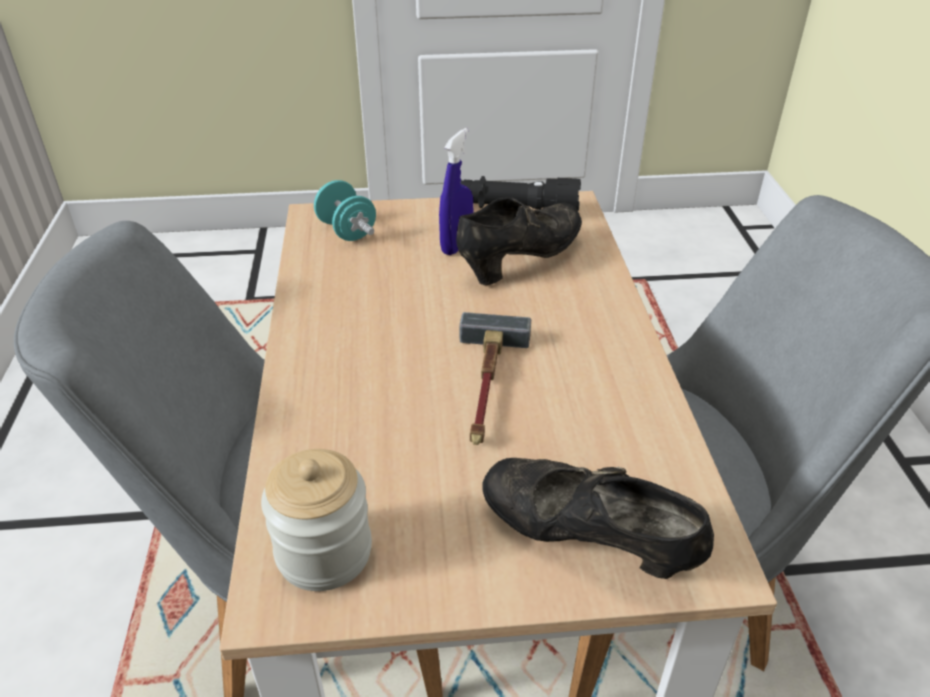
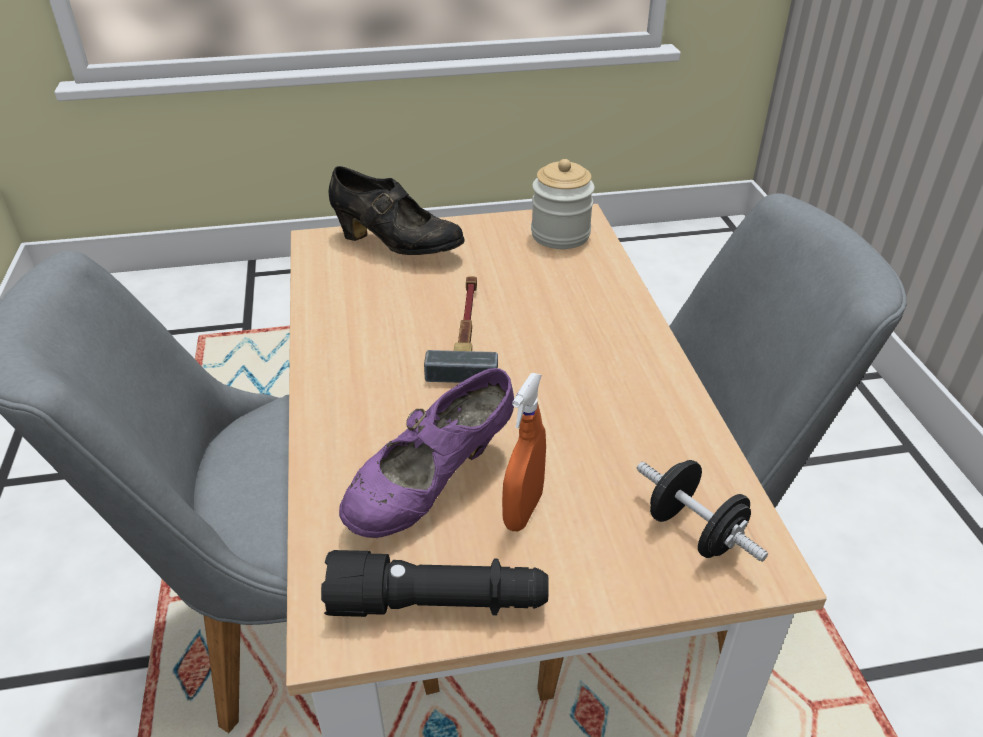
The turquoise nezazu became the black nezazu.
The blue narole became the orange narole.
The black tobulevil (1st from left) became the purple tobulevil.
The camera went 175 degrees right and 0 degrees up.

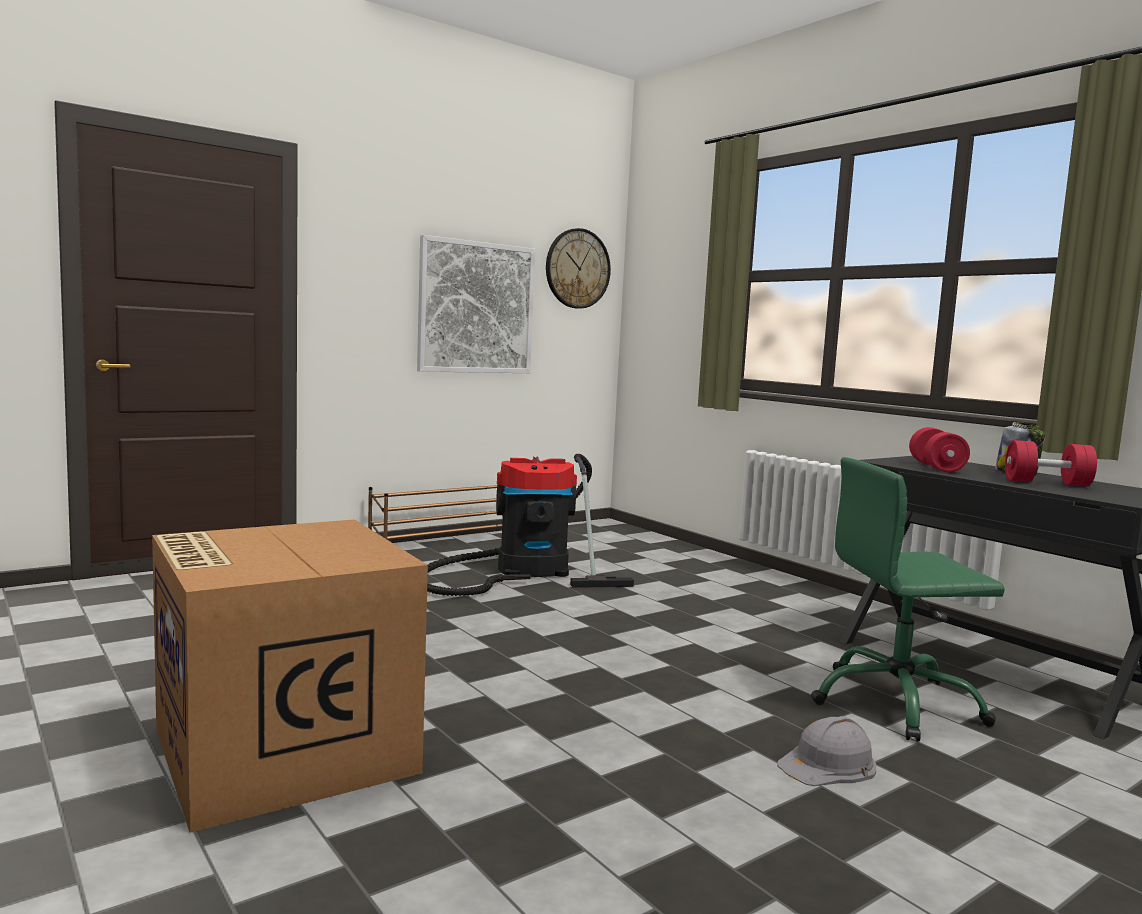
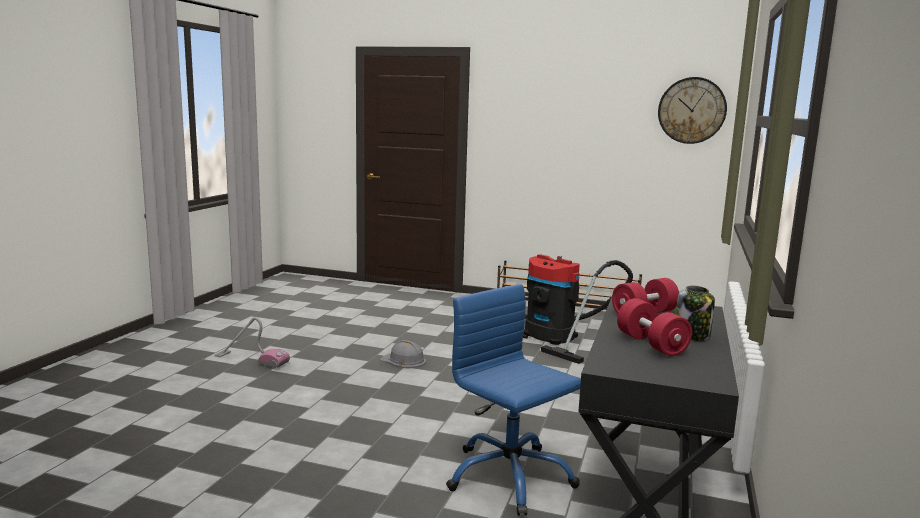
The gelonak disappeared.
The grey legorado moved.
The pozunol was replaced by the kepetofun (1st from left).
The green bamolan became the blue bamolan.
The camera went 55 degrees right and 5 degrees up.

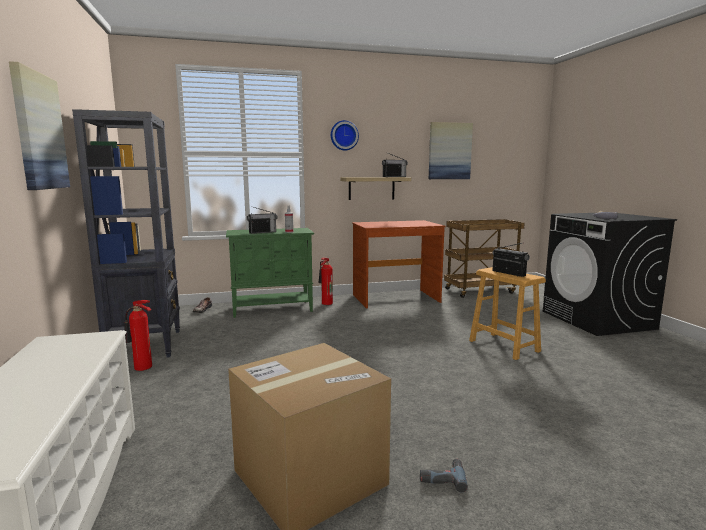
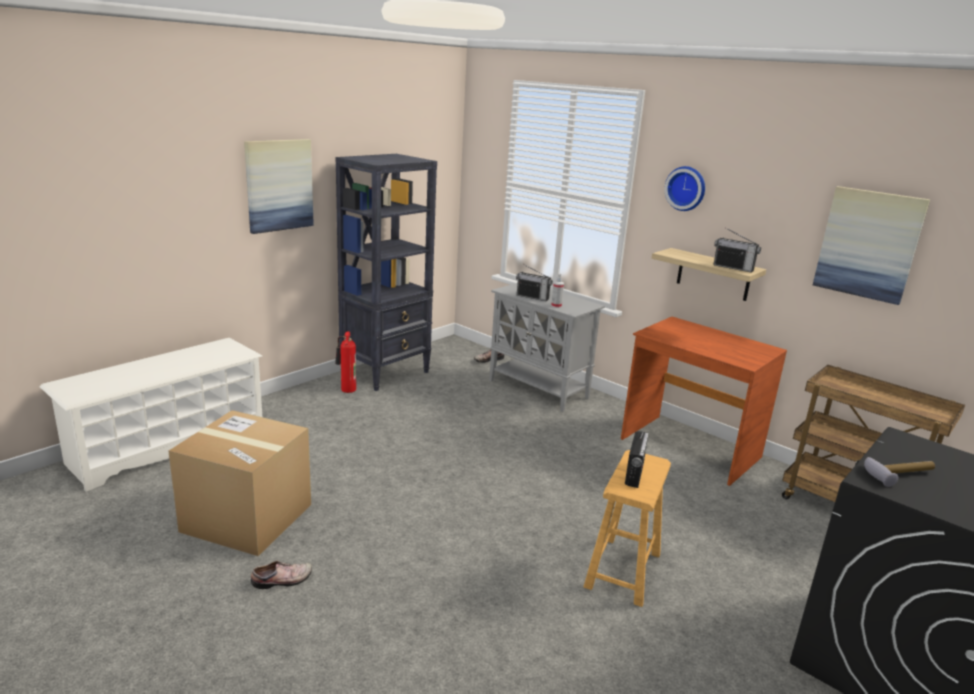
The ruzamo (2nd from left) disappeared.
The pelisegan was replaced by the tobulevil (1st from left).
The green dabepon became the grey dabepon.
The camera went 55 degrees right and 10 degrees up.

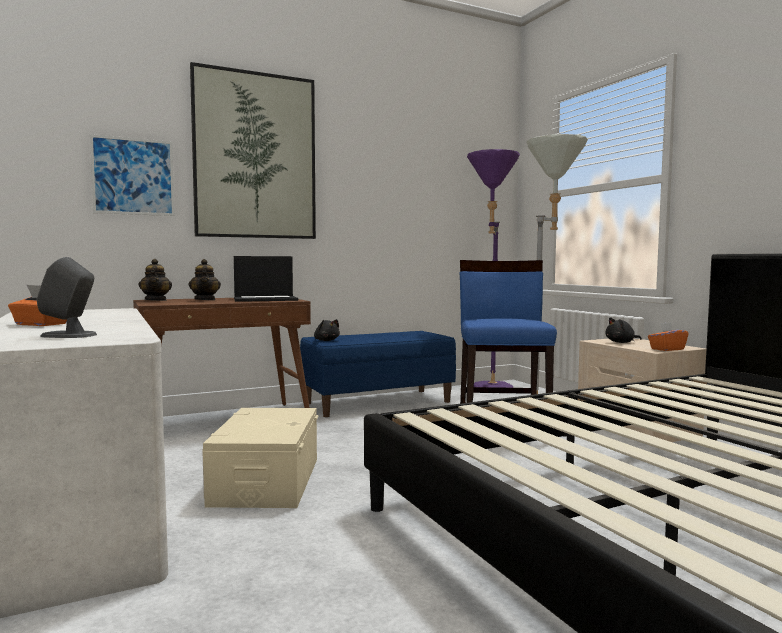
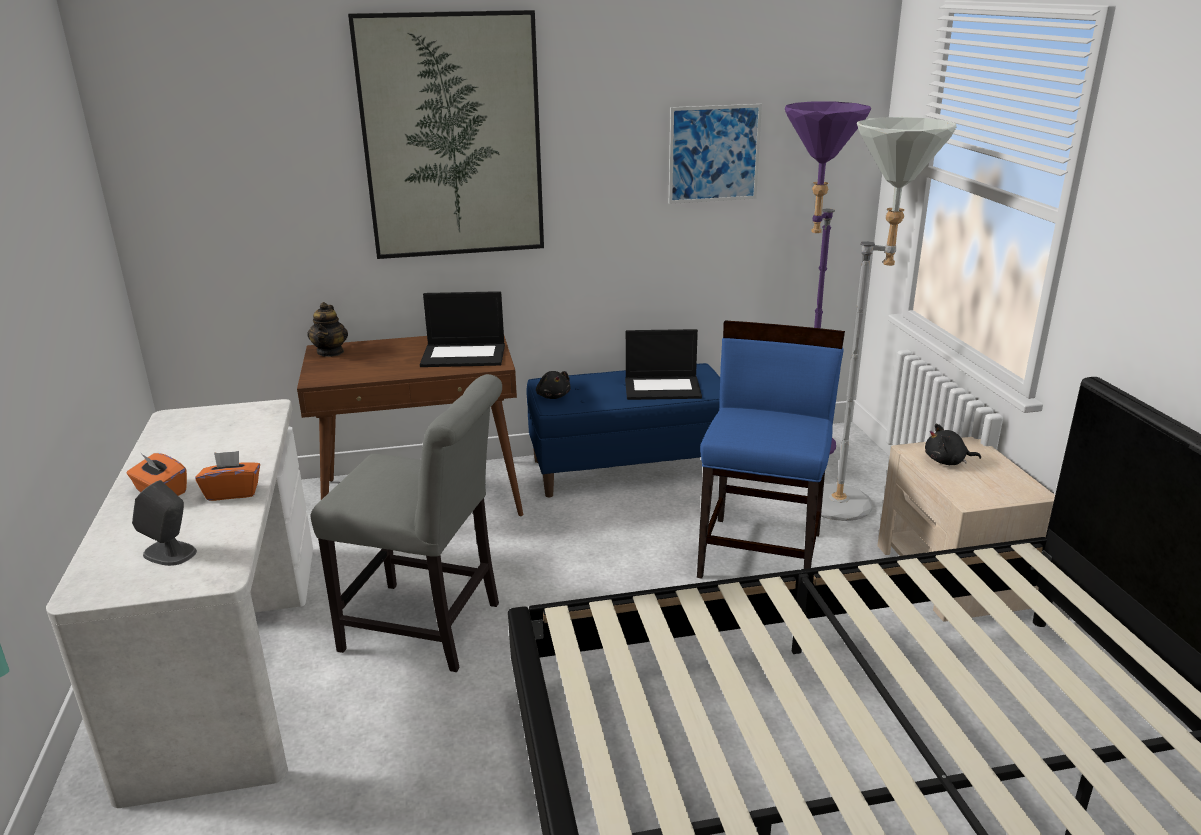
The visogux (2nd from left) disappeared.
The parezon (2nd from left) appeared.
The gelonak (1st from left in the first image) moved.
The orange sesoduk (2nd from left) moved.
The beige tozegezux was replaced by the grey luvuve.
The camera went 15 degrees right and 20 degrees up.

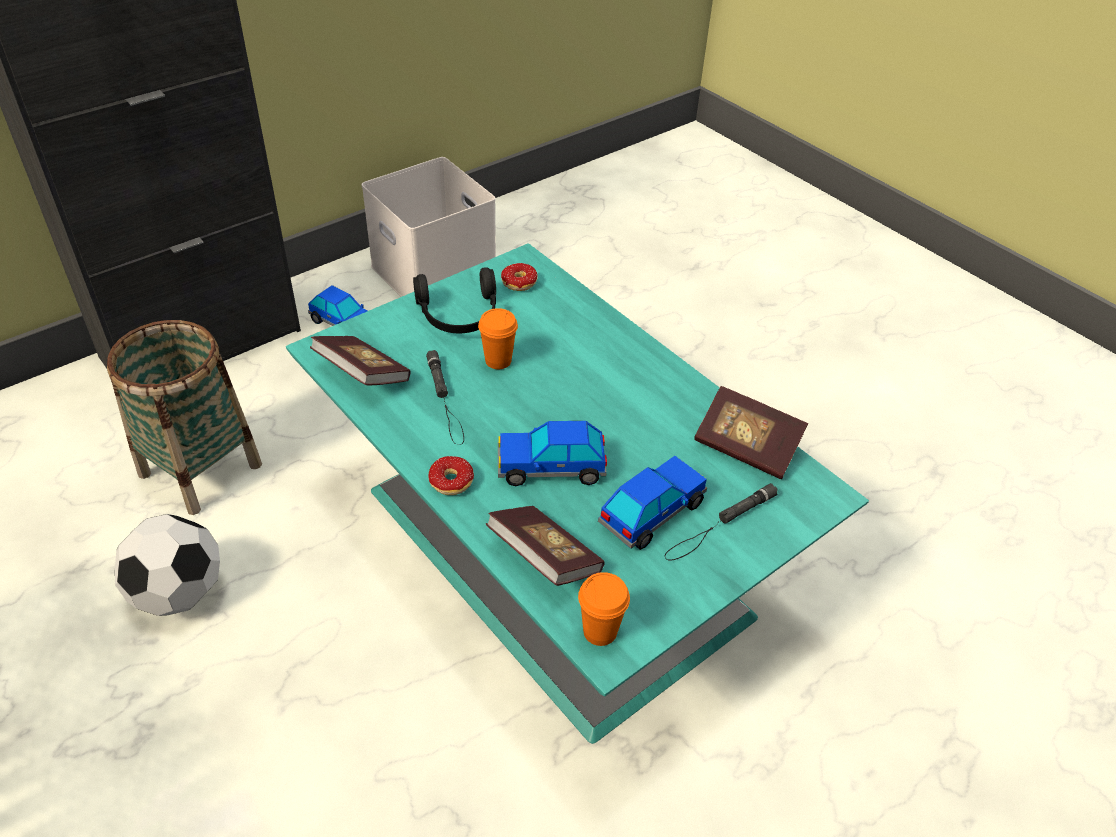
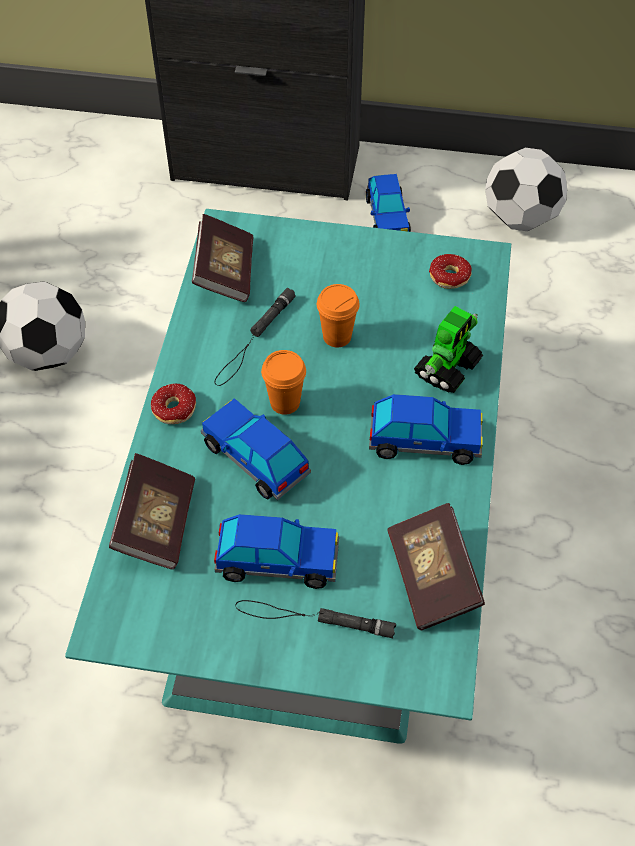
The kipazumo disappeared.
The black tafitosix disappeared.
The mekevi (4th from left) appeared.
The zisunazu appeared.
The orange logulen (2nd from left in the first image) moved.
The white tozegezux was replaced by the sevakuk (2nd from left).
The camera went 50 degrees right and 10 degrees up.

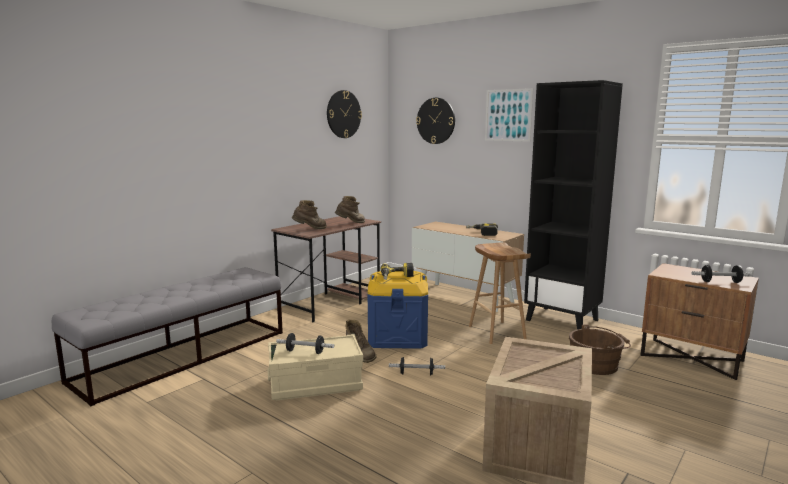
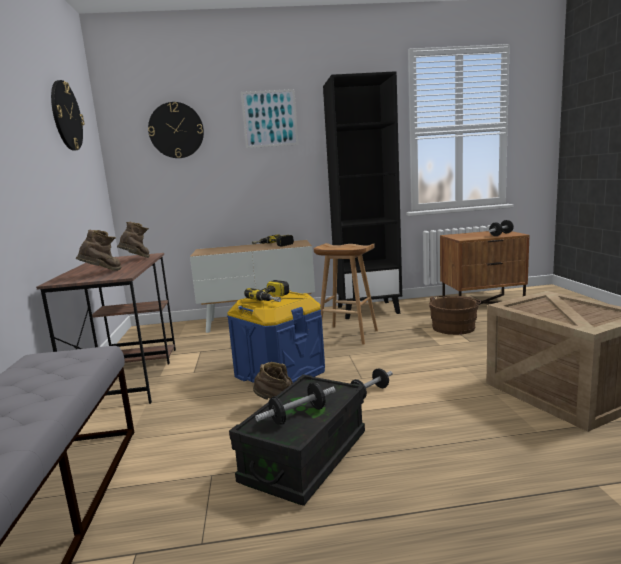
The beige tozegezux became the black tozegezux.
The camera went 45 degrees left and 0 degrees up.

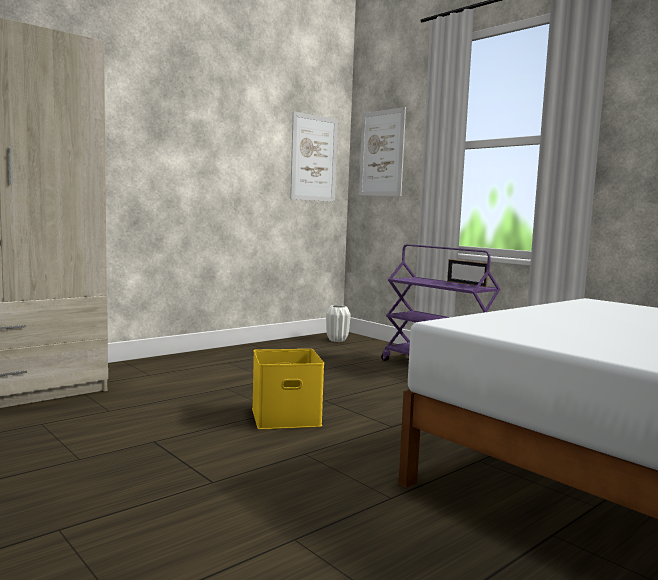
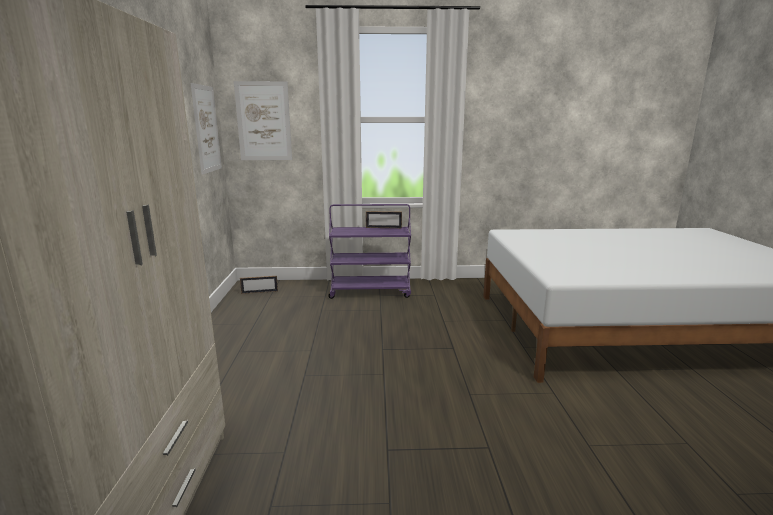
The yellow tozegezux disappeared.
The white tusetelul was replaced by the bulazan (1st from left).
The camera went 50 degrees left and 10 degrees up.

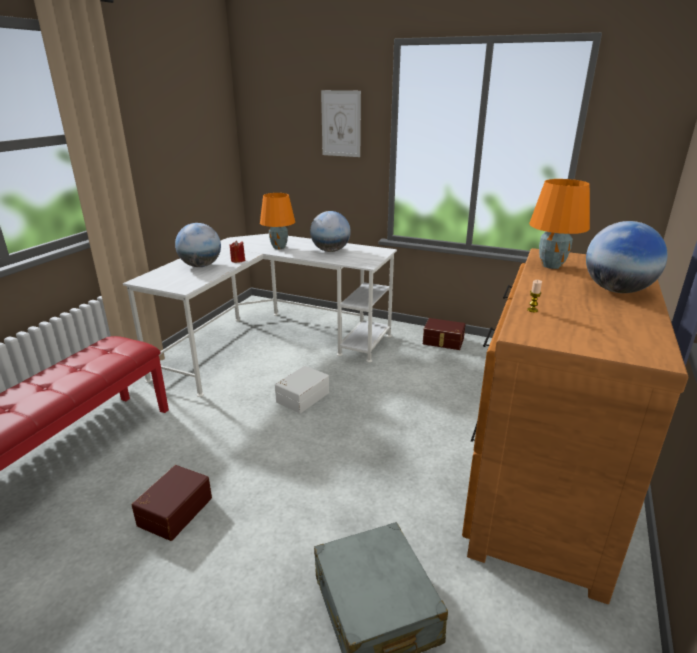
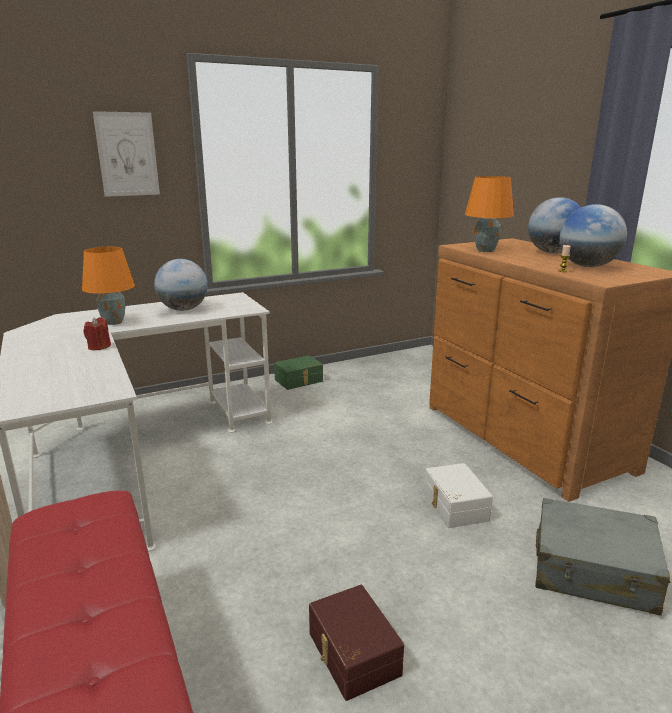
The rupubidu (1st from left in the first image) moved.
The white tozegezux moved.
The brown tozegezux (2nd from left) became the green tozegezux.
The camera went 50 degrees left and 5 degrees down.

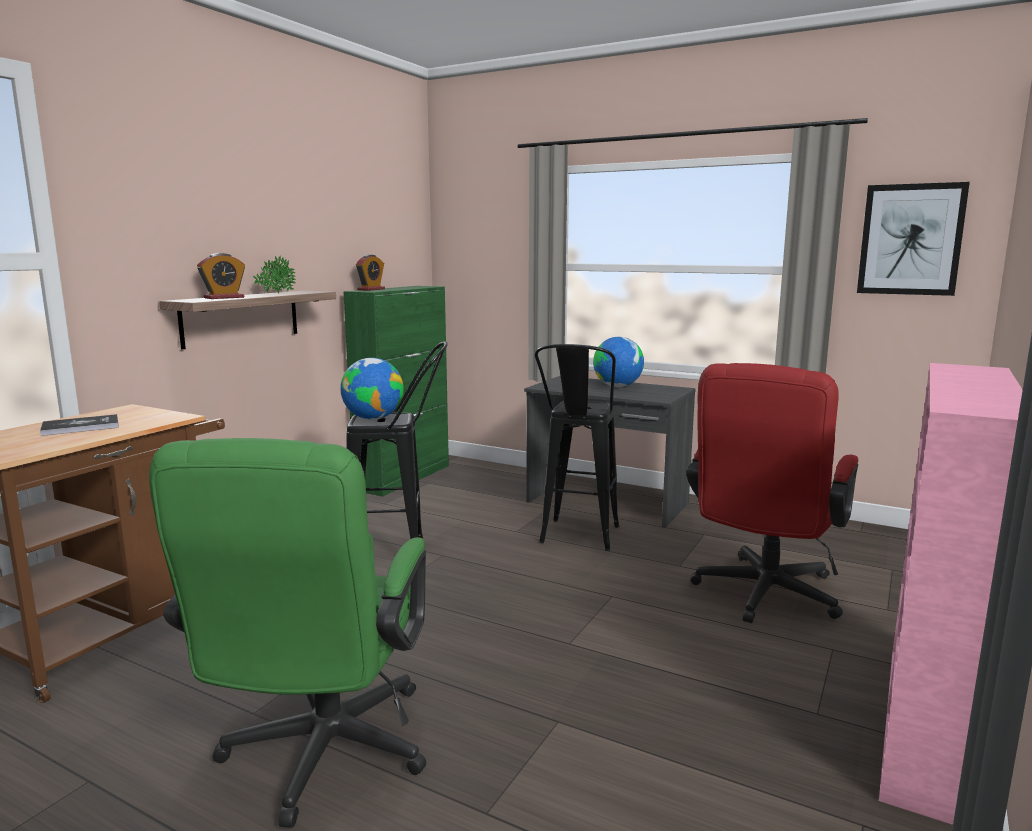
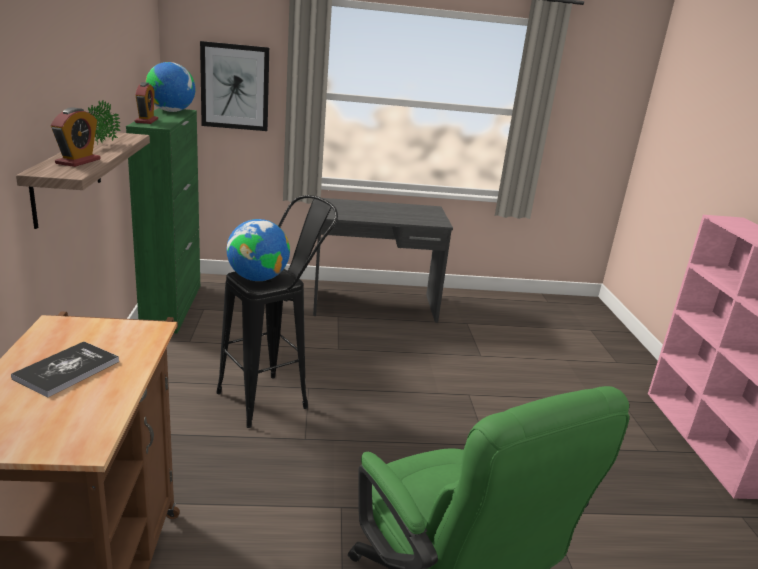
The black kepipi (2nd from left) disappeared.
The red bamolan disappeared.
The rupubidu (2nd from left in the first image) moved.
The gelonak moved.
The camera went 35 degrees left and 10 degrees up.

